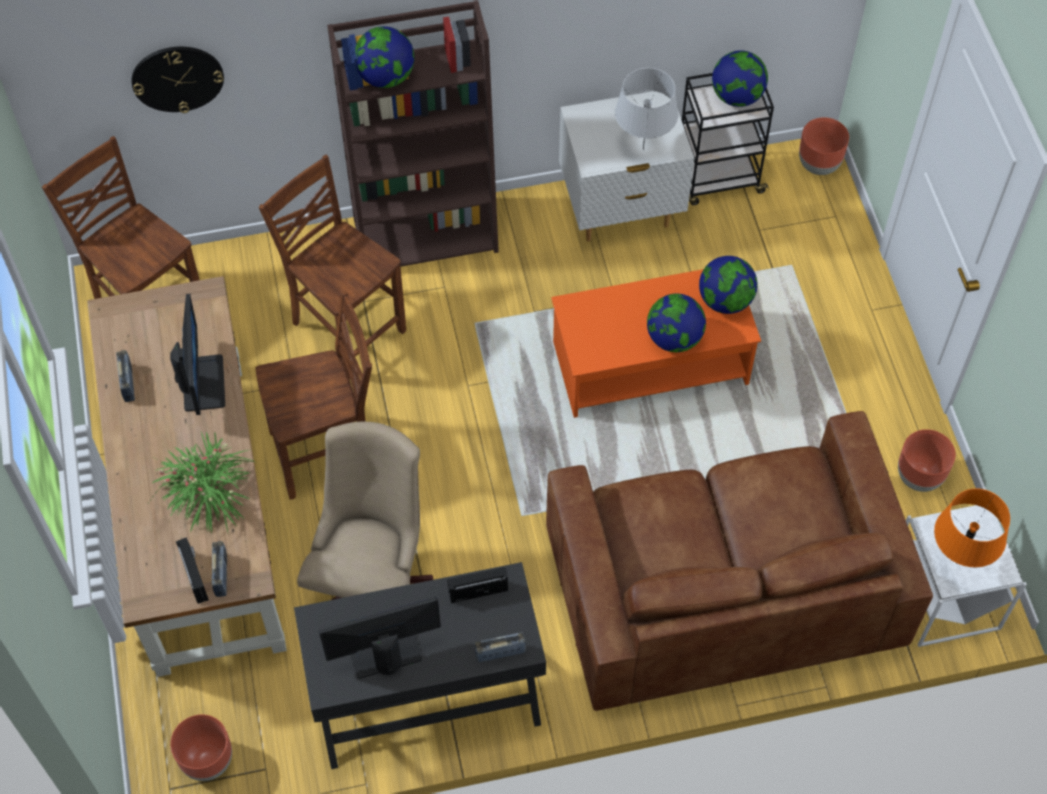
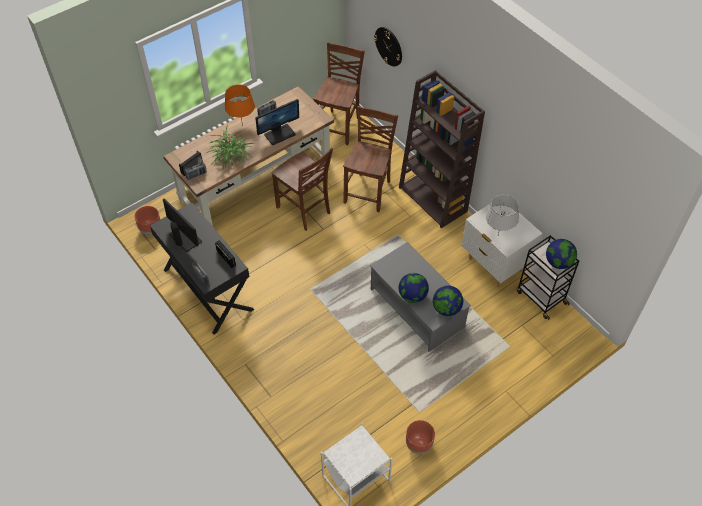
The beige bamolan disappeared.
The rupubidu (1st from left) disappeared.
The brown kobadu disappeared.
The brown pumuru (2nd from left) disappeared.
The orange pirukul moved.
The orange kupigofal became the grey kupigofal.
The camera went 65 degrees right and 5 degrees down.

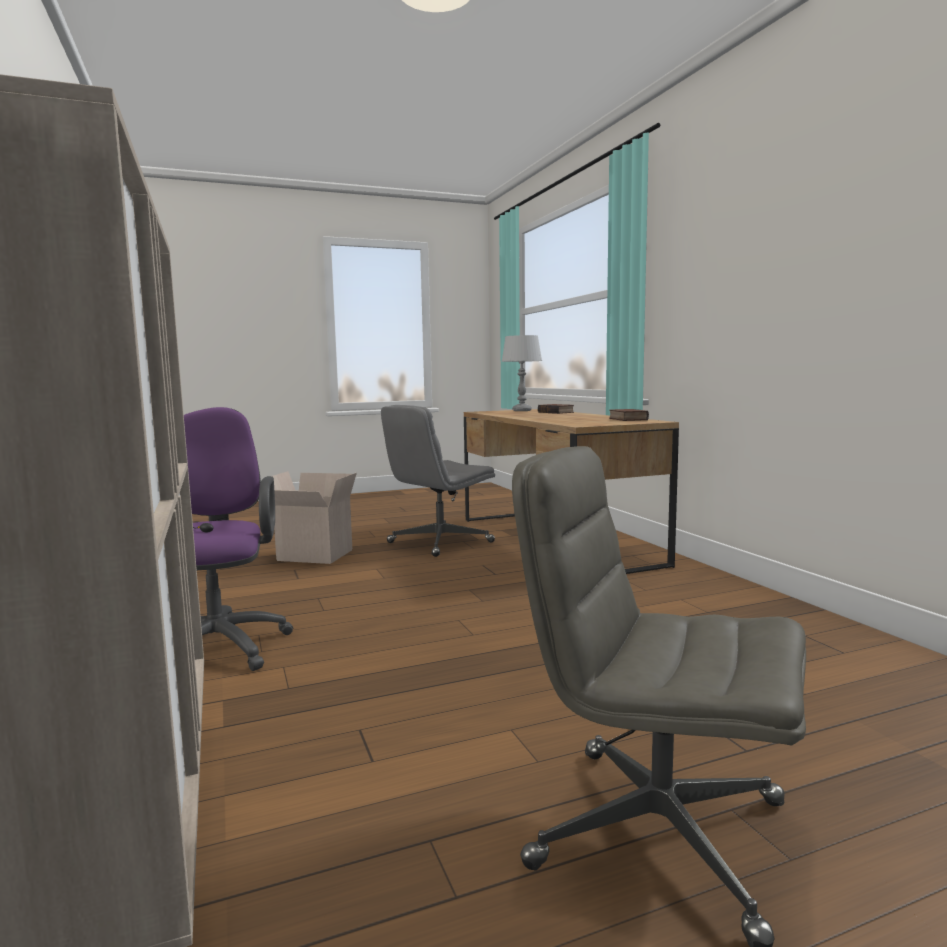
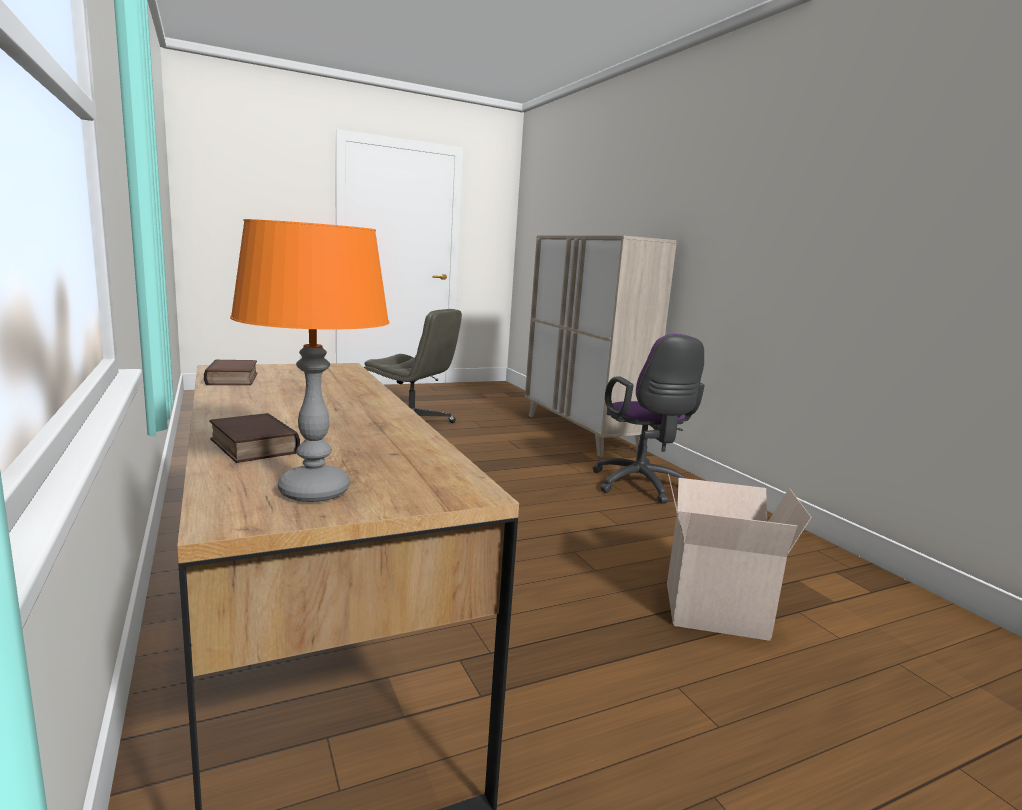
The grey bamolan (1st from left) disappeared.
The grey pirukul became the orange pirukul.
The camera went 175 degrees right and 5 degrees up.

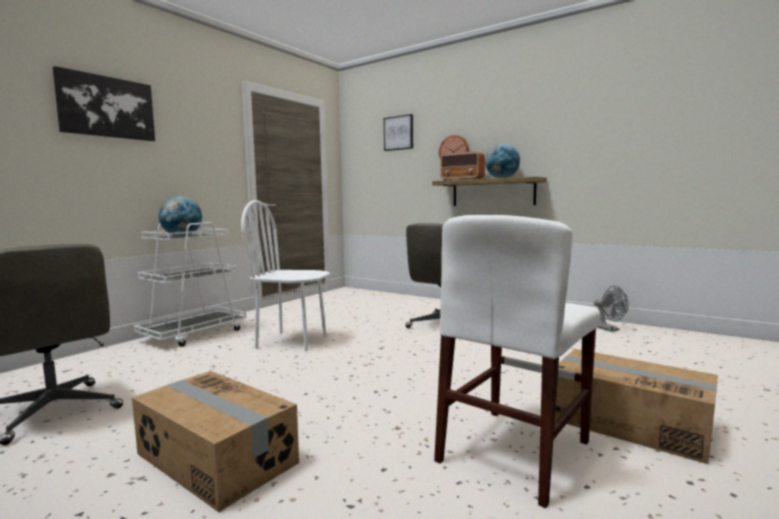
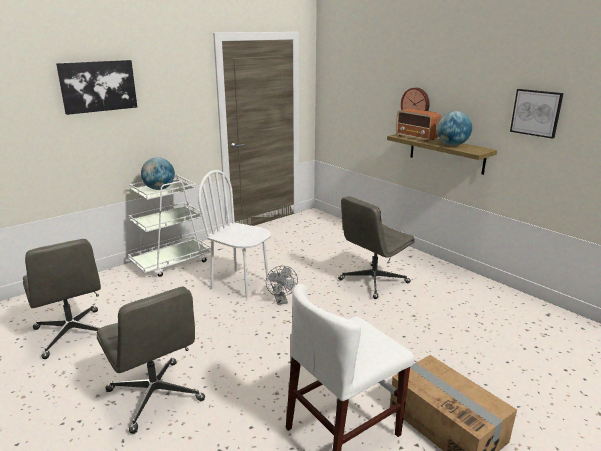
The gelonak (2nd from left) moved.
The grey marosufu moved.
The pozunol (1st from left) was replaced by the grey bamolan (2nd from left).
The camera went 15 degrees right and 15 degrees up.

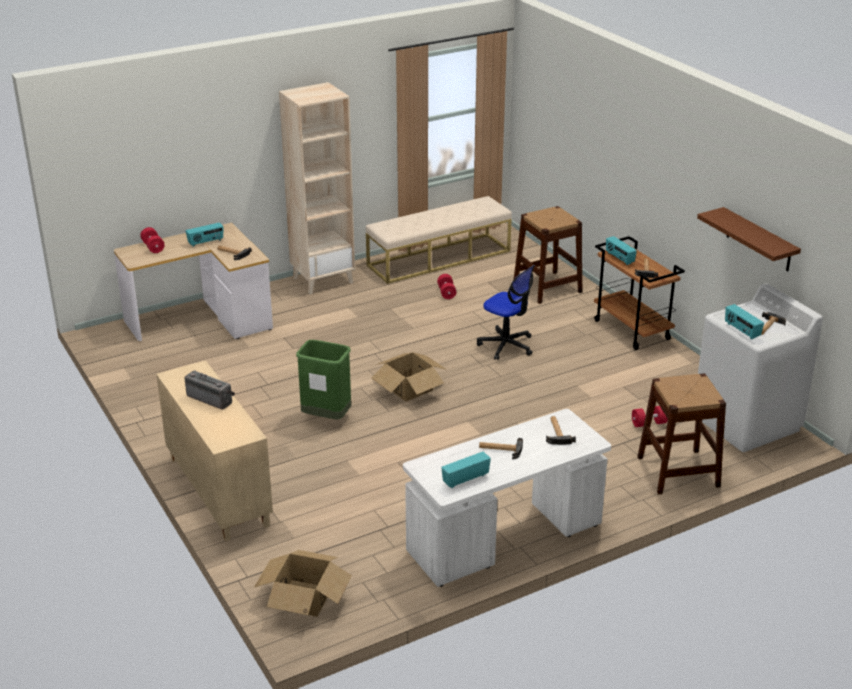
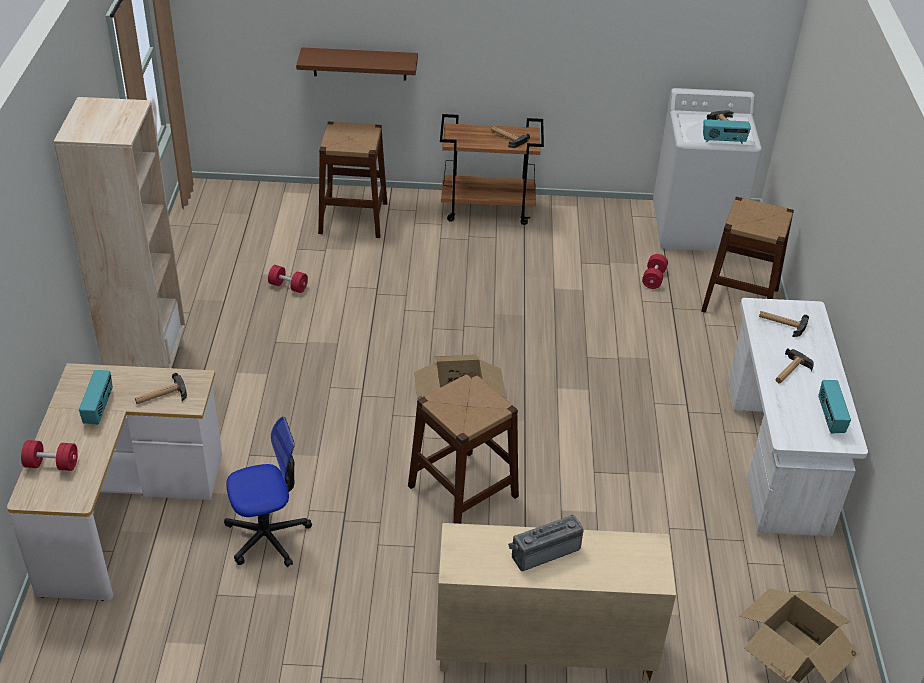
The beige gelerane disappeared.
The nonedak (4th from left) disappeared.
The bamolan moved.
The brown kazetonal moved.
The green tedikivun was replaced by the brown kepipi (2nd from left).
The camera went 60 degrees left and 10 degrees up.

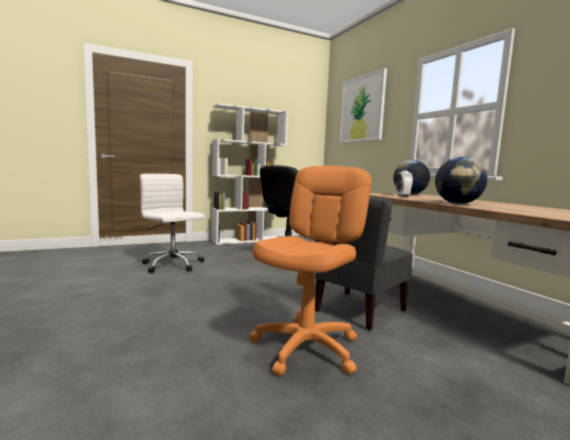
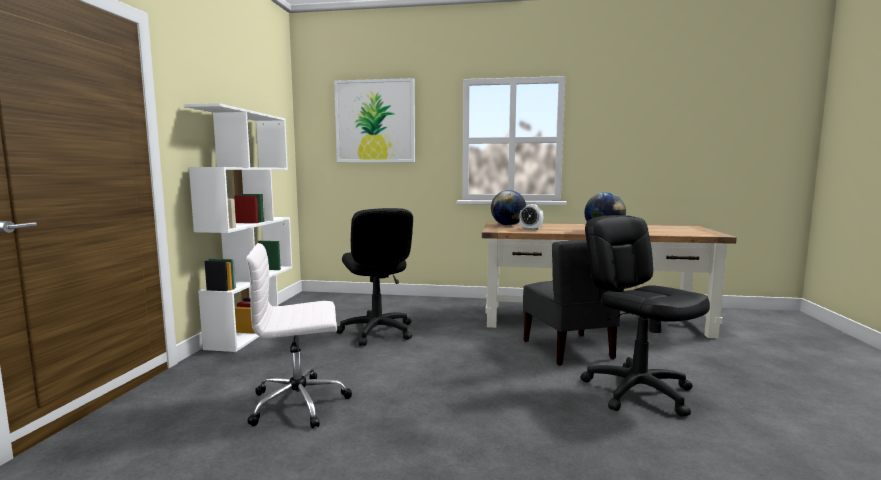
The orange bamolan became the black bamolan (2nd from left).
The camera went 55 degrees left and 0 degrees up.

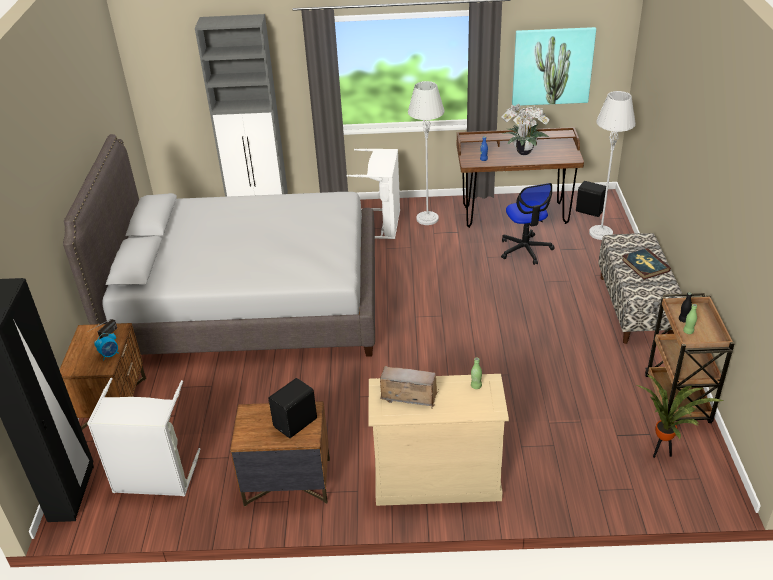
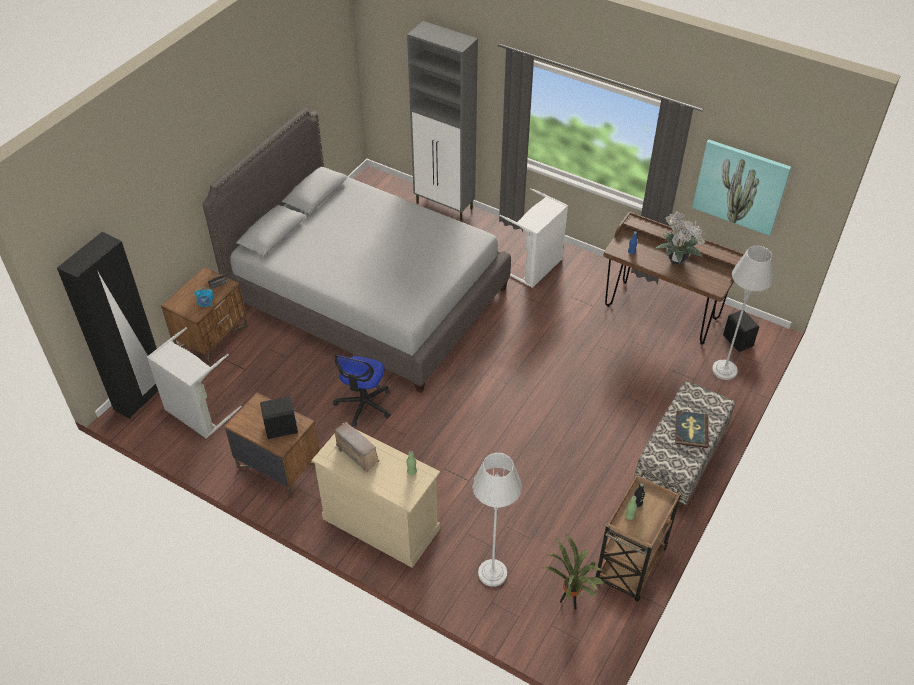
The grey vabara (1st from left) moved.
The bamolan moved.
The camera went 30 degrees right and 10 degrees up.

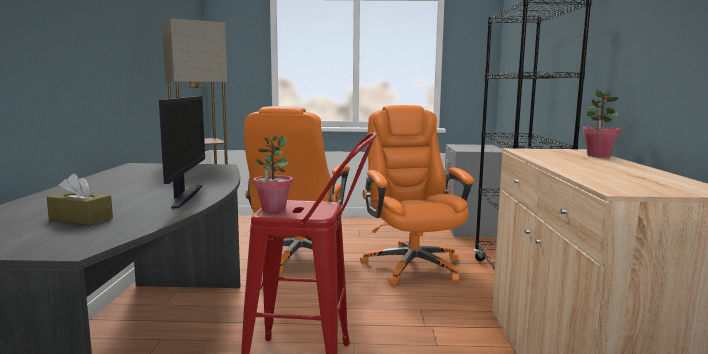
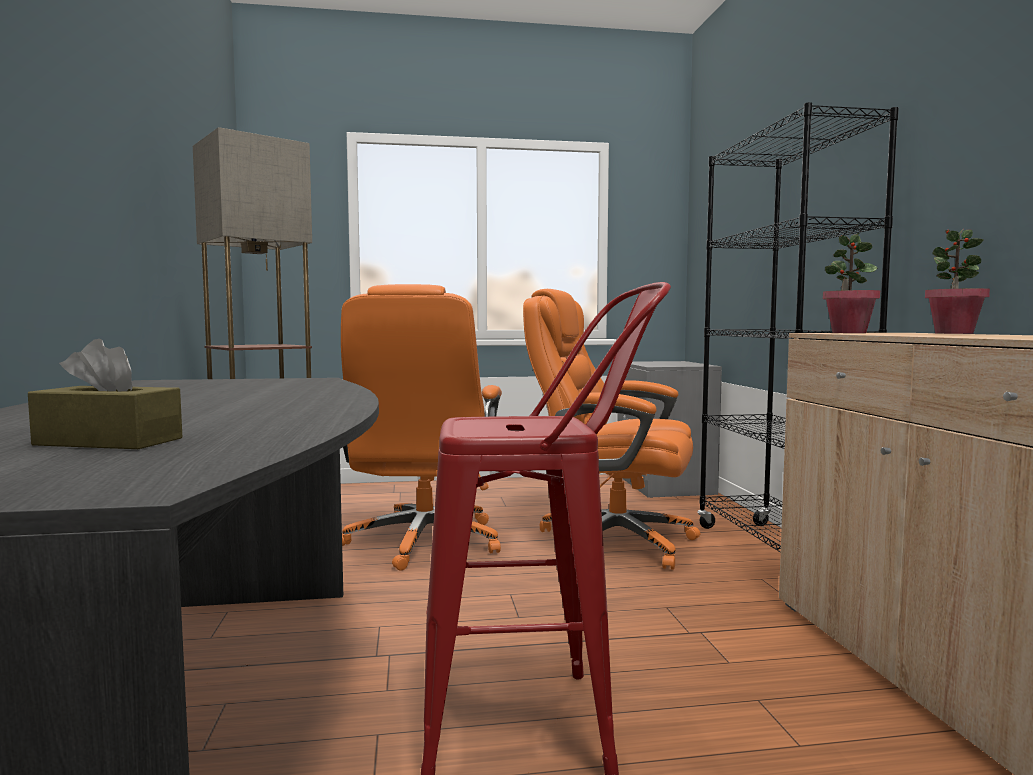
The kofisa disappeared.
The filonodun (1st from left) moved.
The orange bamolan (2nd from left) turned 45 degrees counterclockwise.
The camera went 10 degrees left and 5 degrees down.

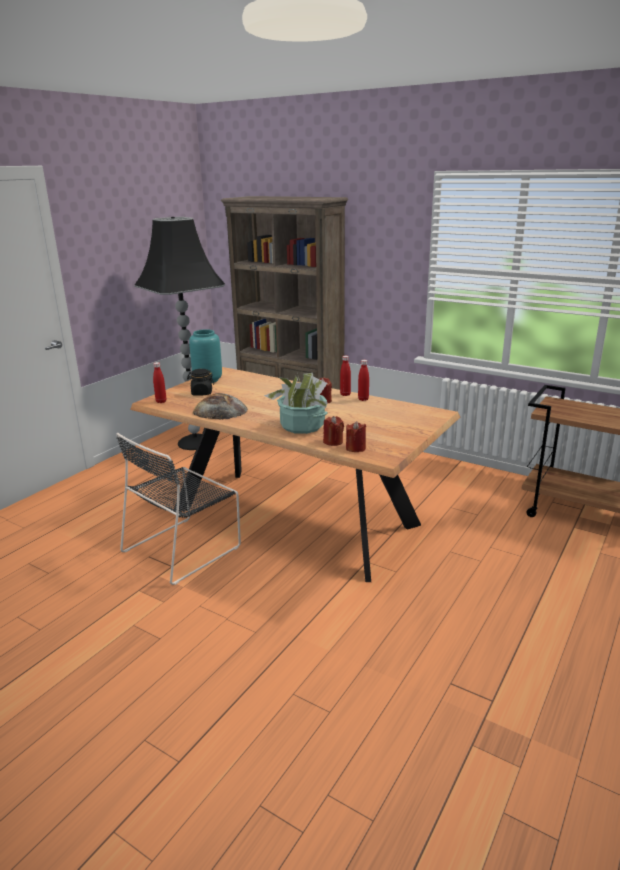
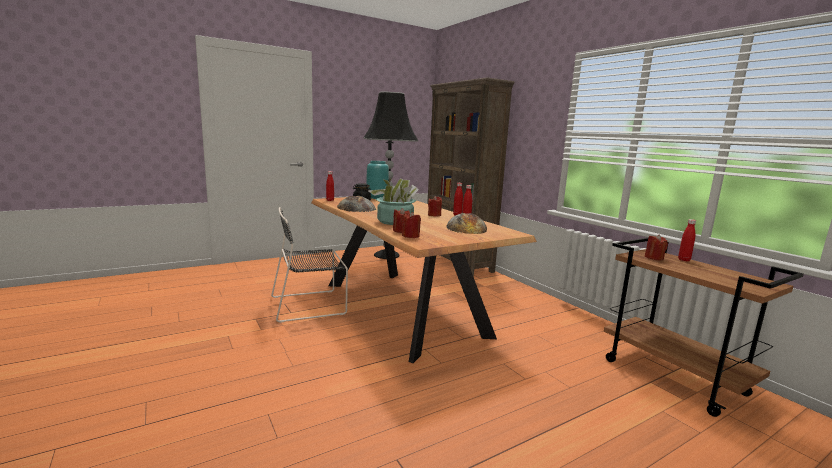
The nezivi (2nd from left) appeared.
The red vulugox (4th from left) appeared.
The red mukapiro (4th from left) appeared.
The camera went 25 degrees right and 10 degrees down.

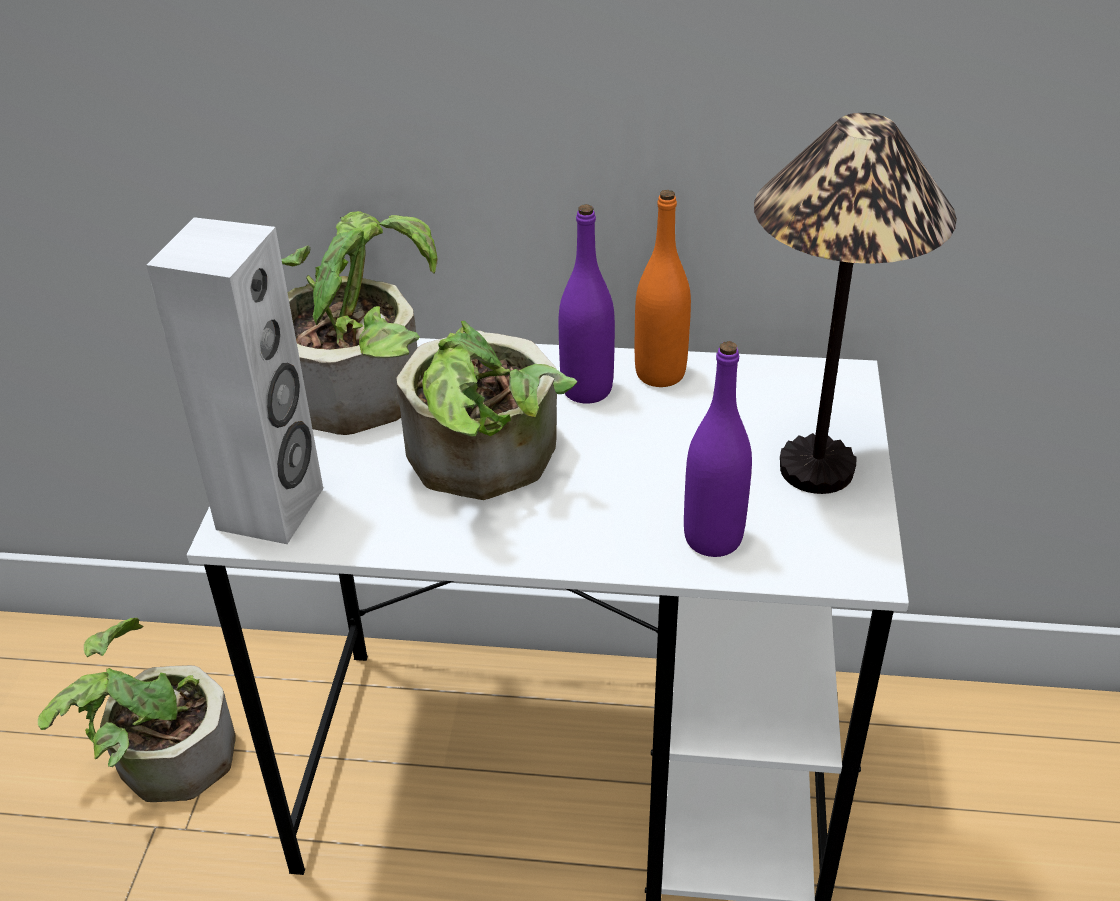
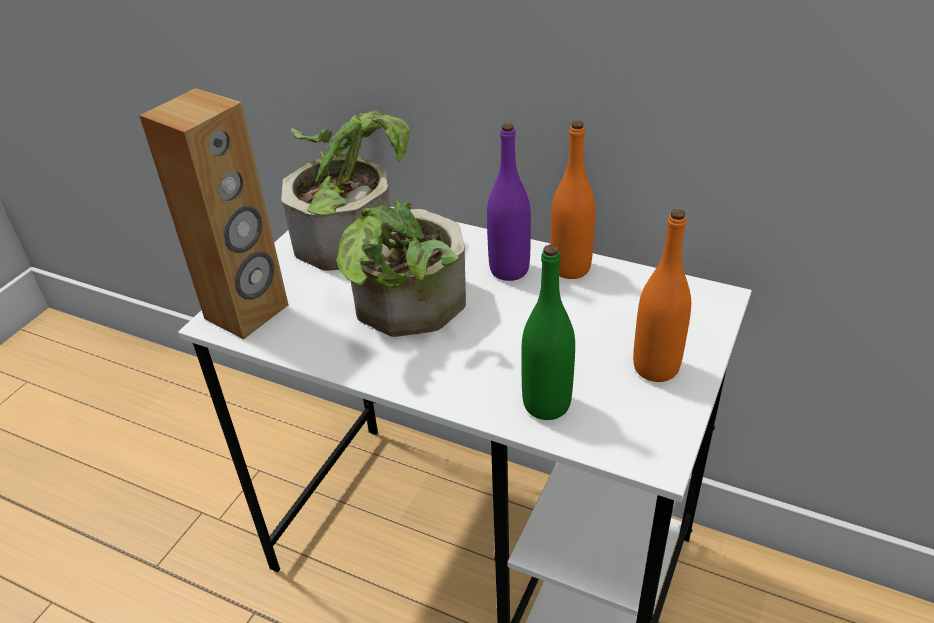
The filonodun (1st from left) disappeared.
The pirukul was replaced by the orange mukapiro (2nd from left).
The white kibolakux became the brown kibolakux.
The purple mukapiro (2nd from left) became the green mukapiro.
The camera went 20 degrees right and 0 degrees up.

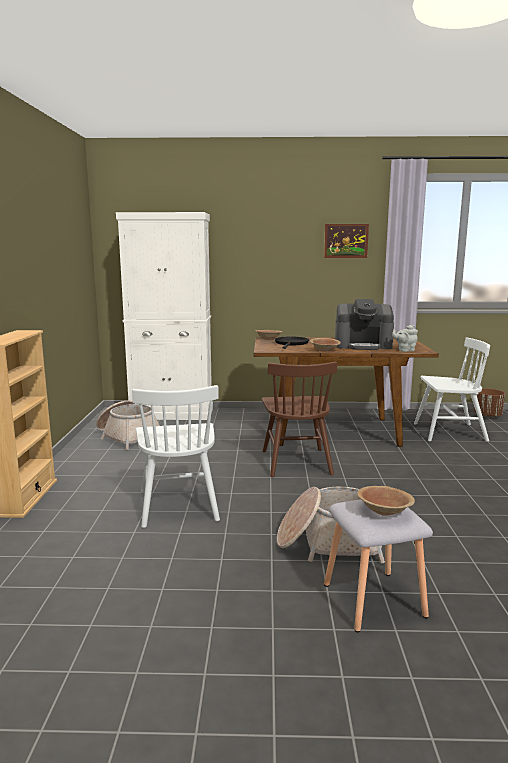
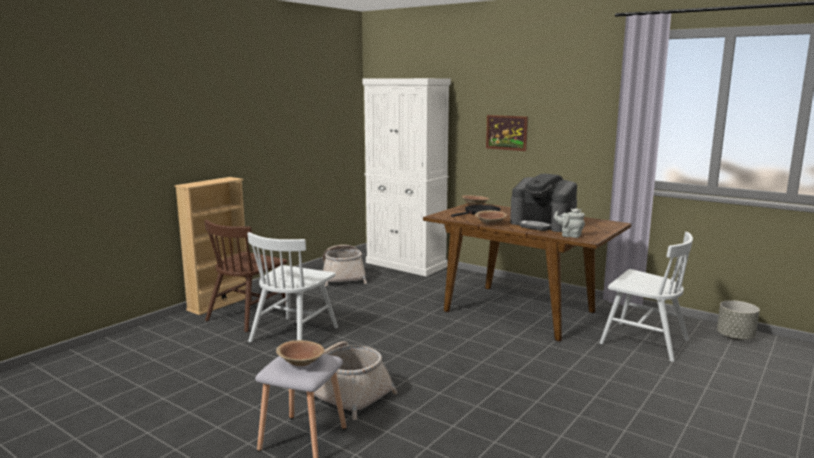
The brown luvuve moved.
The gelonak moved.
The brown pumuru became the grey pumuru.
The camera went 35 degrees right and 0 degrees up.

